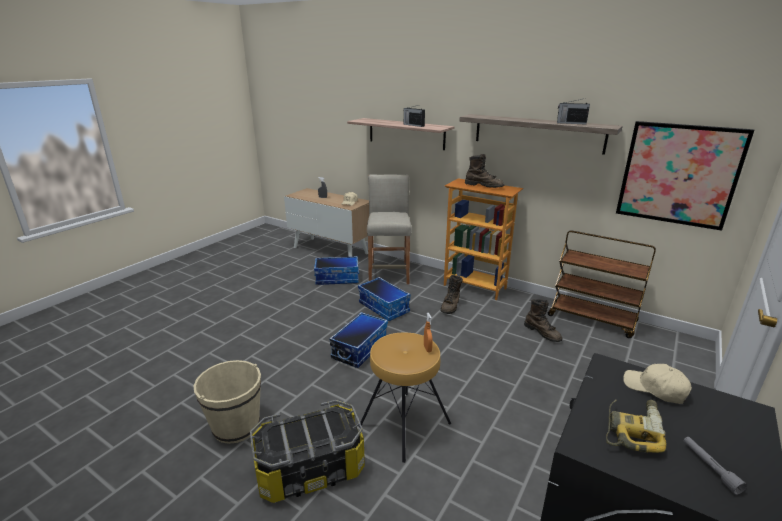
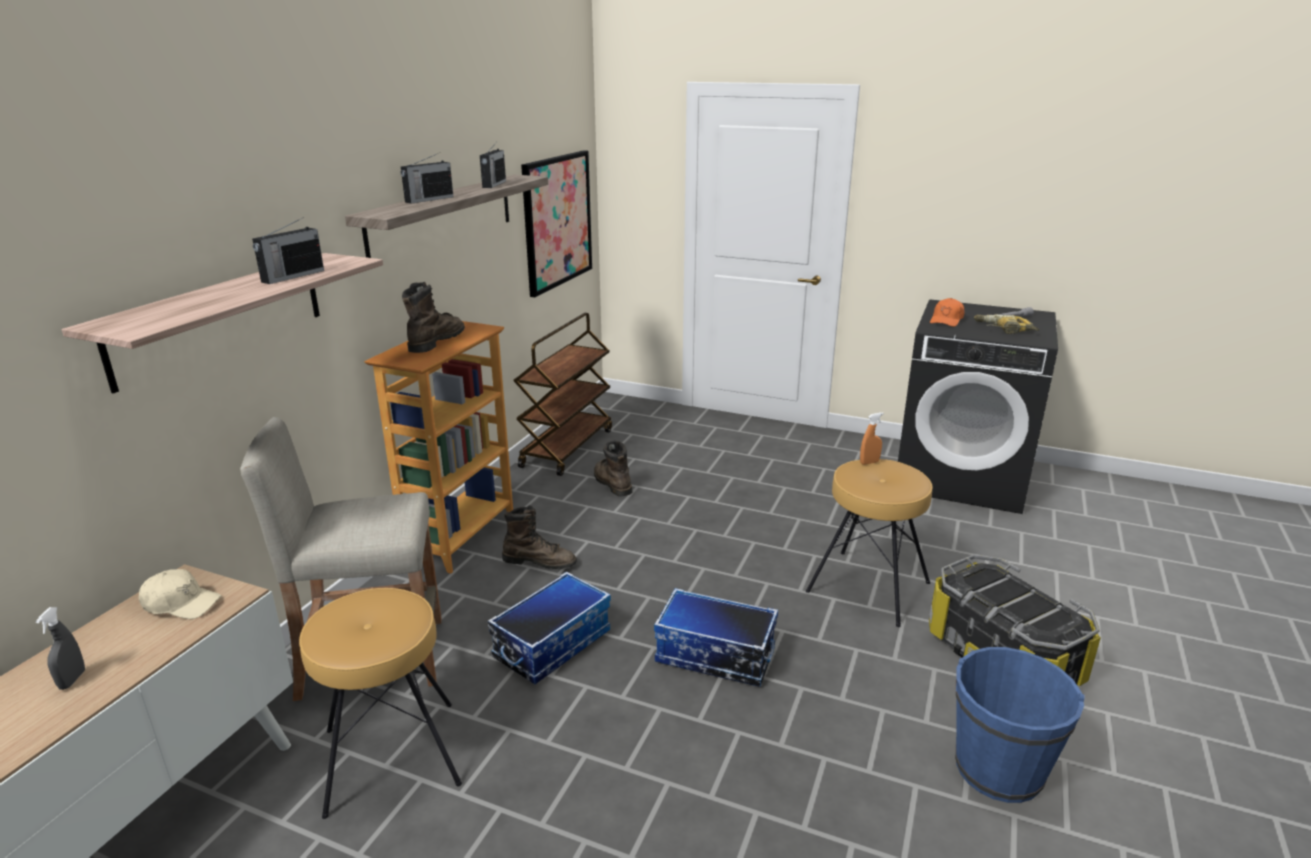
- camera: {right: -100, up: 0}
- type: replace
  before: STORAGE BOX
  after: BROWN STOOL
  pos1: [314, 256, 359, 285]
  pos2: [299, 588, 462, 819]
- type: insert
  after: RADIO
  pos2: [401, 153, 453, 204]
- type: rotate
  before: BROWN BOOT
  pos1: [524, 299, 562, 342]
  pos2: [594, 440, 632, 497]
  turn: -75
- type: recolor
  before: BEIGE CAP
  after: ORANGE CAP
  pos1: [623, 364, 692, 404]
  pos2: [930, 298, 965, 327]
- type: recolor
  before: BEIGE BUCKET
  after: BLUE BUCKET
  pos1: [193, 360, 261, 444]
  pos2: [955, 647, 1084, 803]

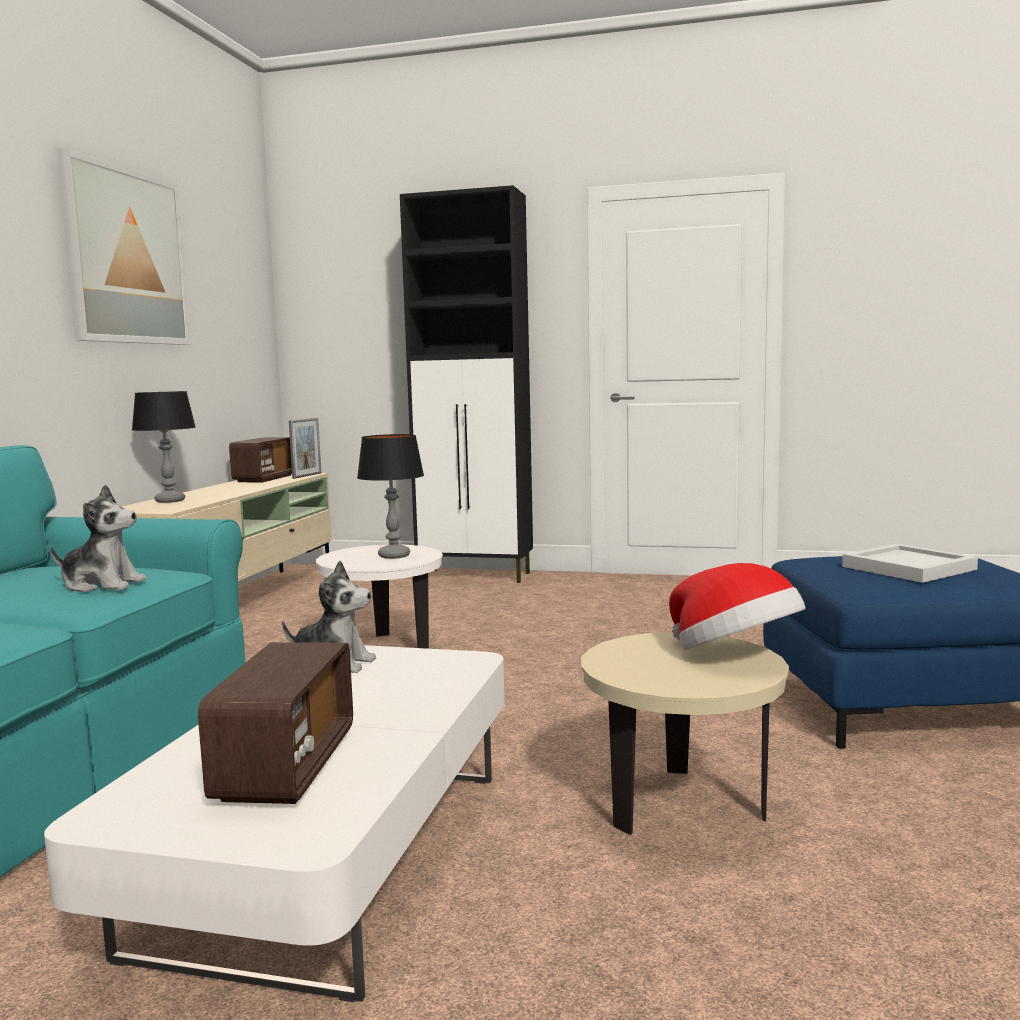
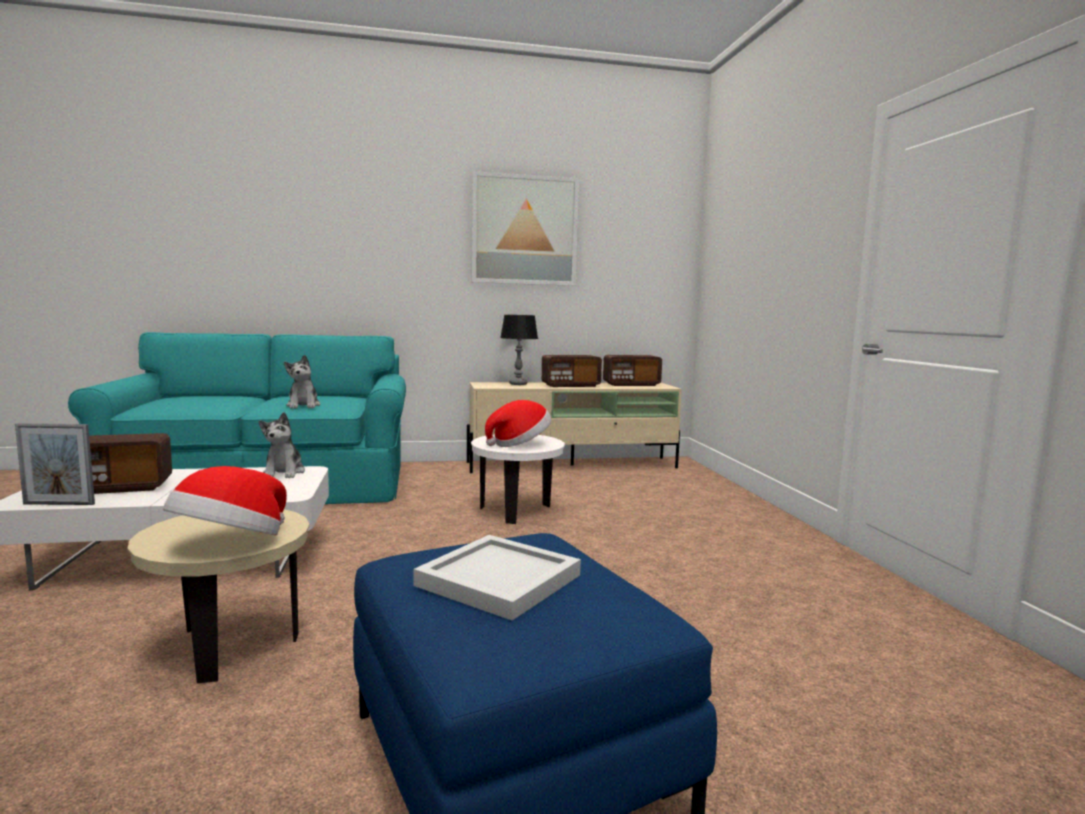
- camera: {right: 65, up: 0}
- type: move
  before: PICTURE FRAME
  pos1: [289, 418, 321, 479]
  pos2: [15, 423, 95, 505]
- type: replace
  before: TABLE LAMP
  after: HAT
  pos1: [357, 434, 424, 559]
  pos2: [485, 400, 551, 447]
- type: insert
  after: RADIO
  pos2: [541, 355, 602, 387]
- type: delete
  before: BLACK CABINET
  pos1: [400, 185, 533, 583]

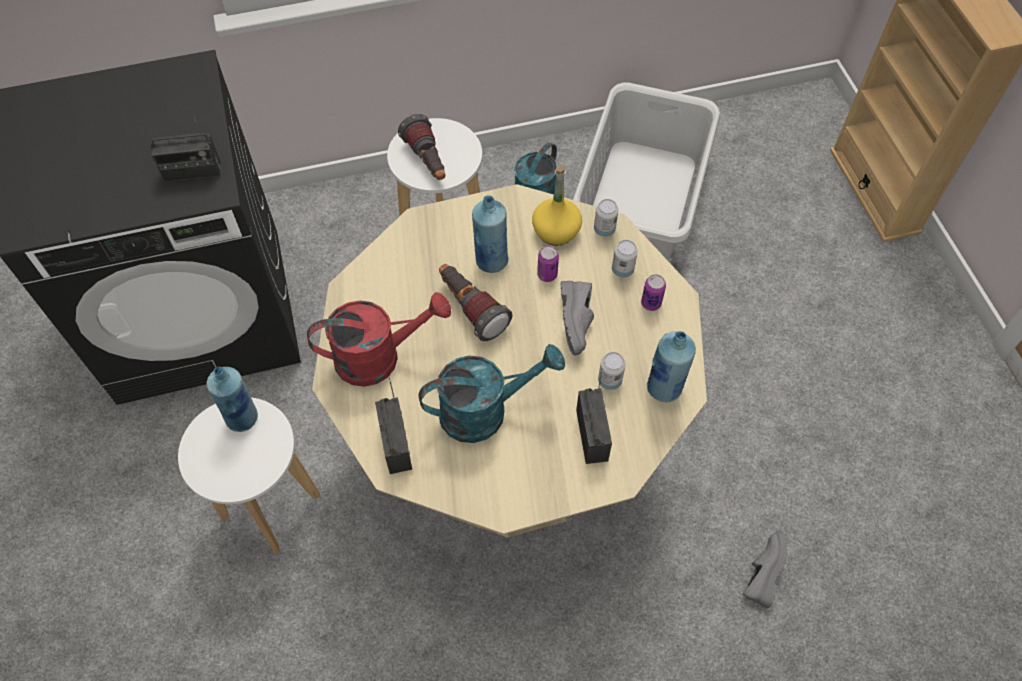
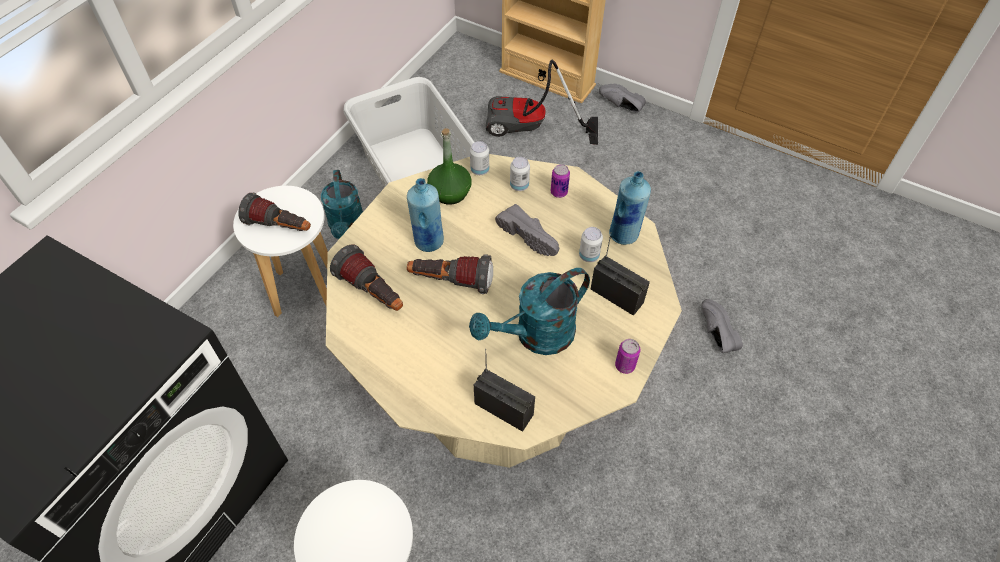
- camera: {right: -45, up: -5}
- type: insert
  after: FLASHLIGHT
  pos2: [330, 244, 403, 311]
- type: recolor
  before: YELLOW BOTTLE
  after: GREEN BOTTLE
  pos1: [532, 166, 582, 246]
  pos2: [427, 128, 472, 205]
- type: rotate
  before: TURQUOISE WATERING CAN
  pos1: [418, 344, 565, 443]
  pos2: [469, 268, 590, 355]
  turn: -150
- type: insert
  after: VACUUM CLEANER
  pos2: [486, 60, 598, 145]
- type: insert
  after: GREY SHOE
  pos2: [599, 84, 646, 113]
- type: move
  before: CAN
  pos1: [537, 246, 559, 282]
  pos2: [615, 339, 640, 374]
- type: delete
  before: RADIO
  pos1: [151, 115, 220, 182]
- type: delete
  before: BLUE BOTTLE
  pos1: [207, 367, 258, 432]
- type: delete
  before: RED WATERING CAN
  pos1: [307, 292, 451, 387]

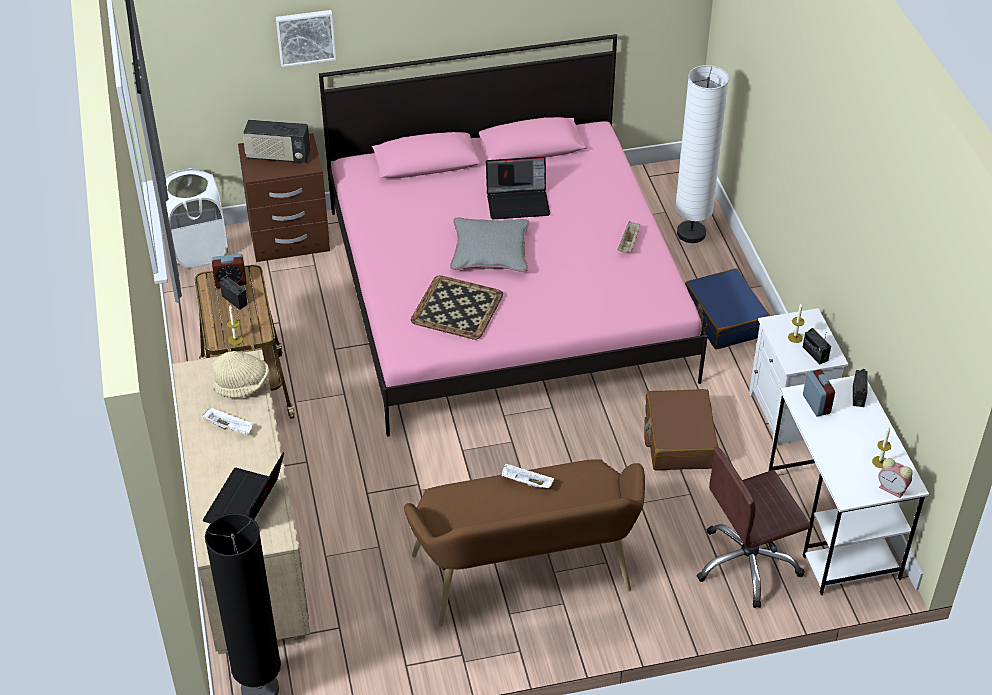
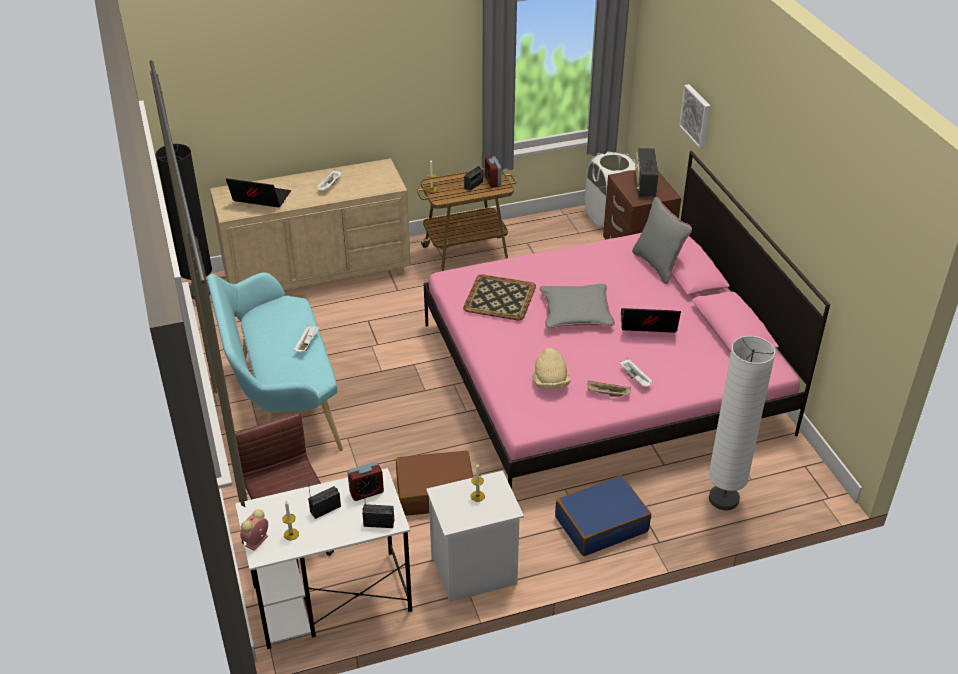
- camera: {right: 85, up: -5}
- type: recolor
  before: BROWN BENCH
  after: TURQUOISE BENCH
  pos1: [404, 459, 645, 627]
  pos2: [207, 272, 343, 451]
- type: move
  before: RADIO
  pos1: [803, 328, 831, 364]
  pos2: [308, 482, 341, 519]
- type: move
  before: BEIGE HAT
  pos1: [213, 351, 270, 398]
  pos2: [532, 348, 571, 389]
- type: insert
  after: WHITE TRAY
  pos2: [619, 359, 653, 387]
- type: rotate
  before: LAPTOP
  pos1: [486, 156, 550, 219]
  pos2: [621, 308, 681, 333]
  turn: 105
- type: insert
  after: GREY PILLOW
  pos2: [632, 197, 692, 284]

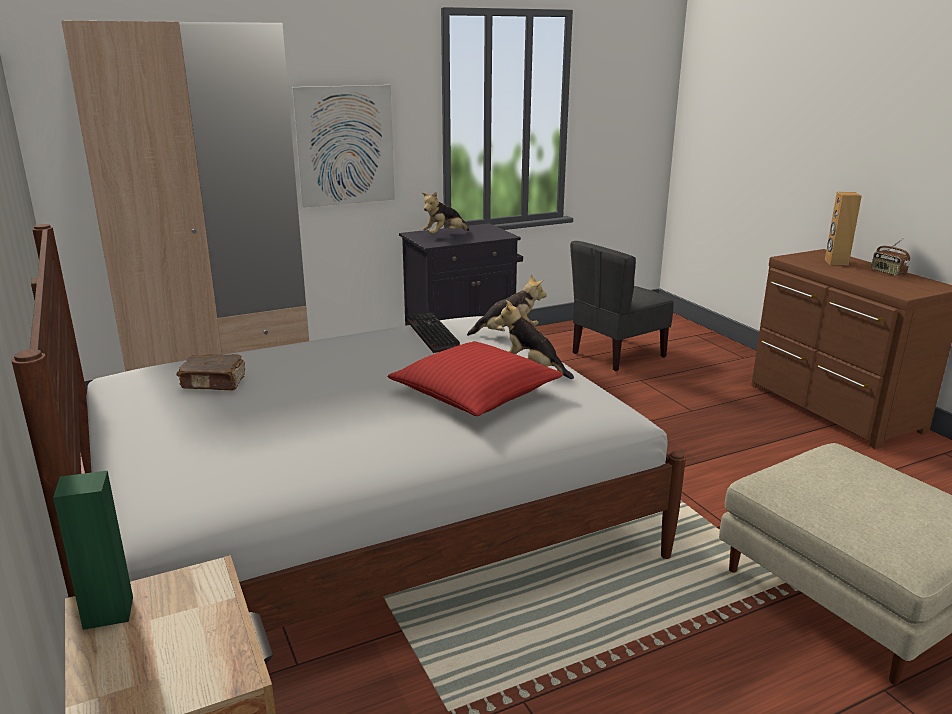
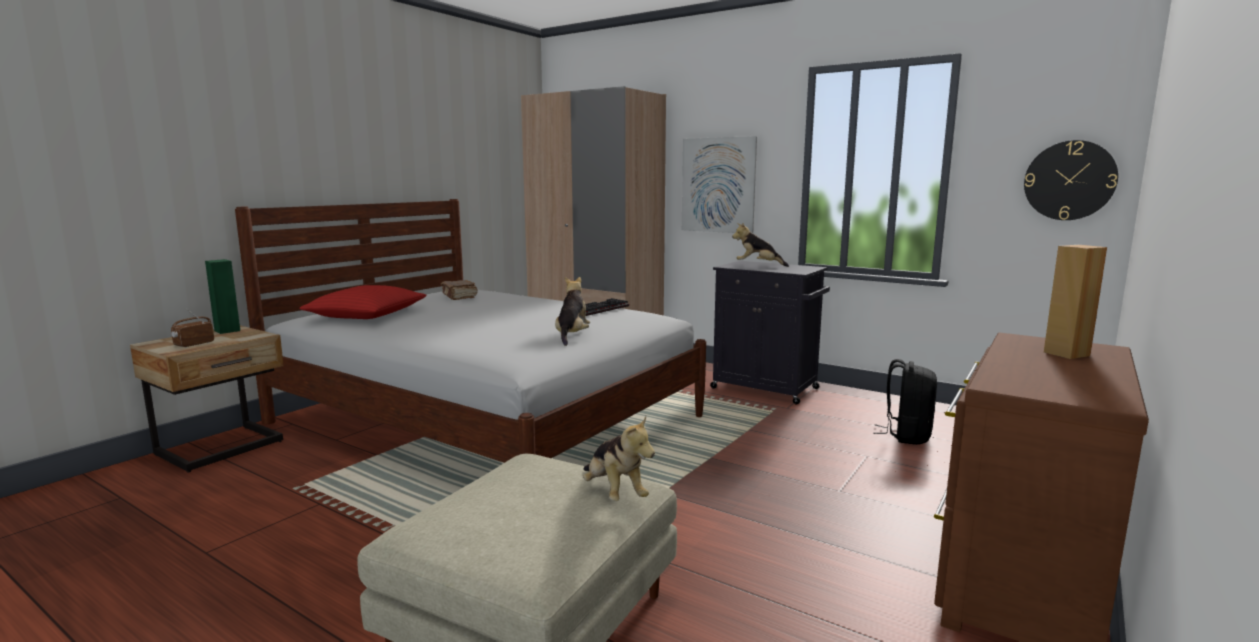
- camera: {right: 60, up: -10}
- type: move
  before: RADIO
  pos1: [871, 238, 910, 276]
  pos2: [171, 309, 214, 348]
- type: move
  before: RED PILLOW
  pos1: [388, 341, 563, 416]
  pos2: [300, 285, 427, 319]
- type: move
  before: PLUSH TOY
  pos1: [467, 275, 547, 336]
  pos2: [583, 416, 655, 501]
- type: replace
  before: GREY CHAIR
  after: BLACK BACKPACK
  pos1: [570, 241, 674, 371]
  pos2: [873, 359, 937, 445]
- type: insert
  after: WALL CLOCK
  pos2: [1024, 140, 1118, 220]

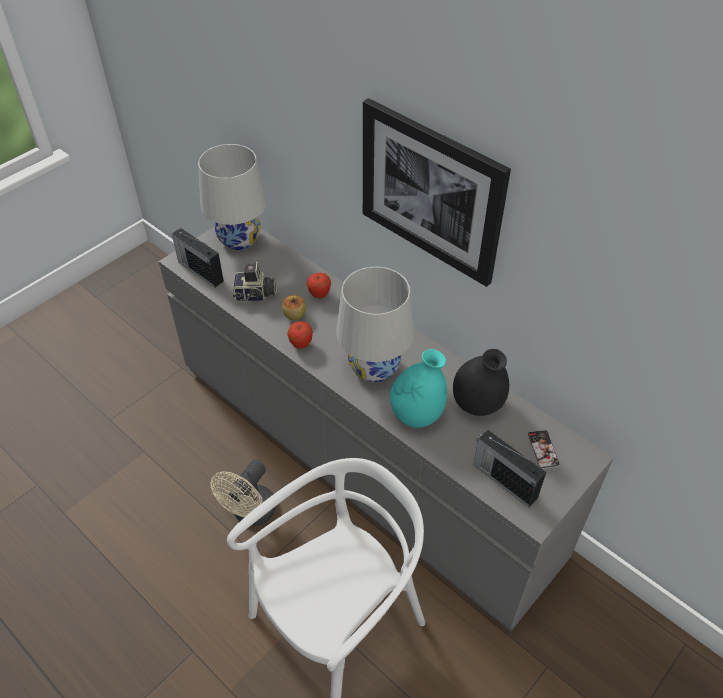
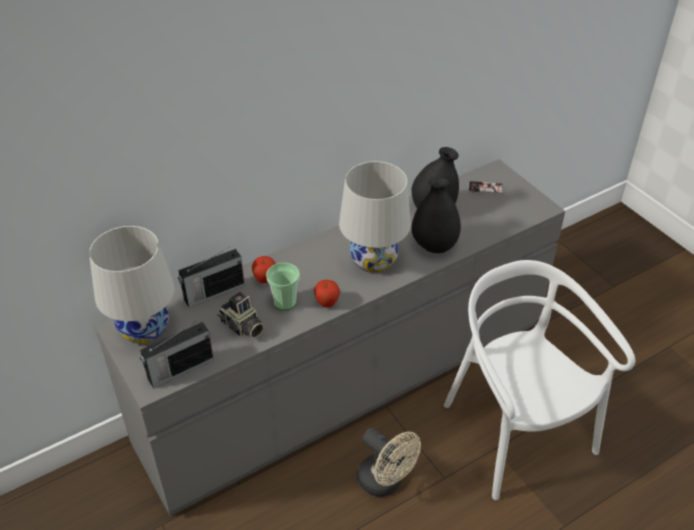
- camera: {right: -75, up: -5}
- type: move
  before: RADIO
  pos1: [473, 430, 546, 507]
  pos2: [178, 247, 245, 308]
- type: rotate
  before: PHOTO CAMERA
  pos1: [233, 262, 277, 301]
  pos2: [217, 292, 264, 339]
  turn: 120
- type: replace
  before: APPLE
  after: CUP
  pos1: [282, 295, 306, 320]
  pos2: [266, 263, 300, 311]
- type: recolor
  before: TURQUOISE VASE
  after: BLACK VASE
  pos1: [390, 349, 447, 428]
  pos2: [411, 177, 461, 253]
- type: delete
  before: PICTURE
  pos1: [363, 98, 511, 287]

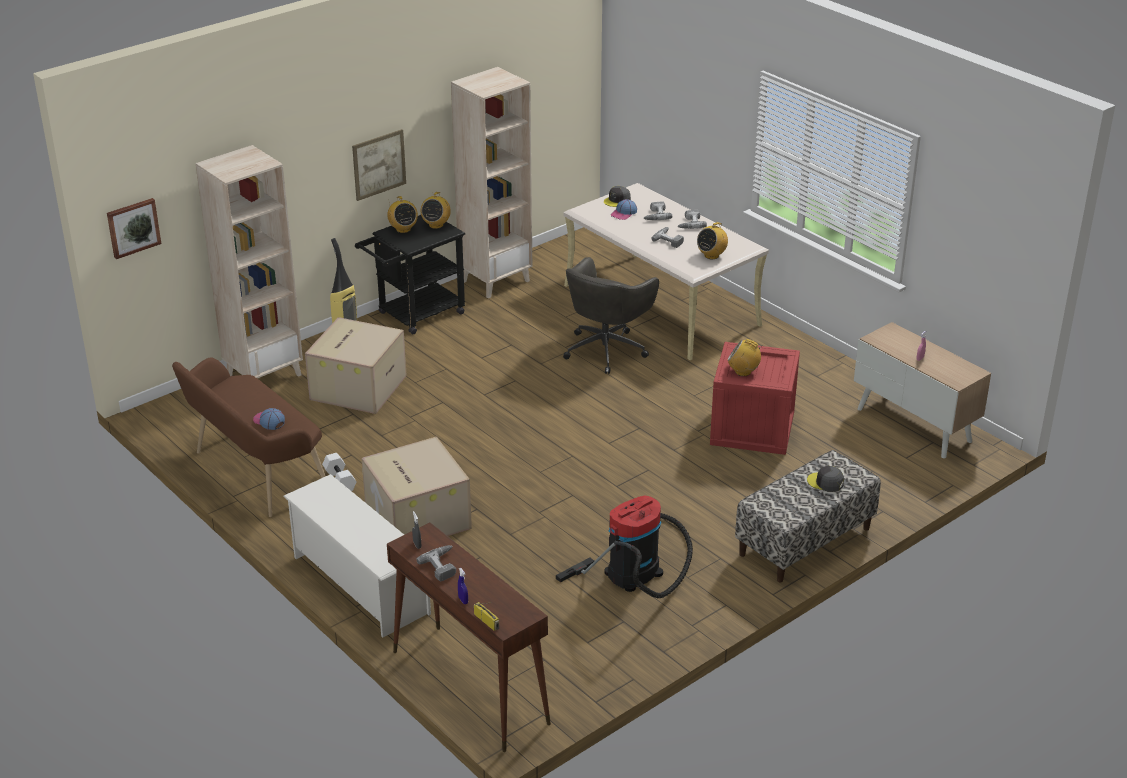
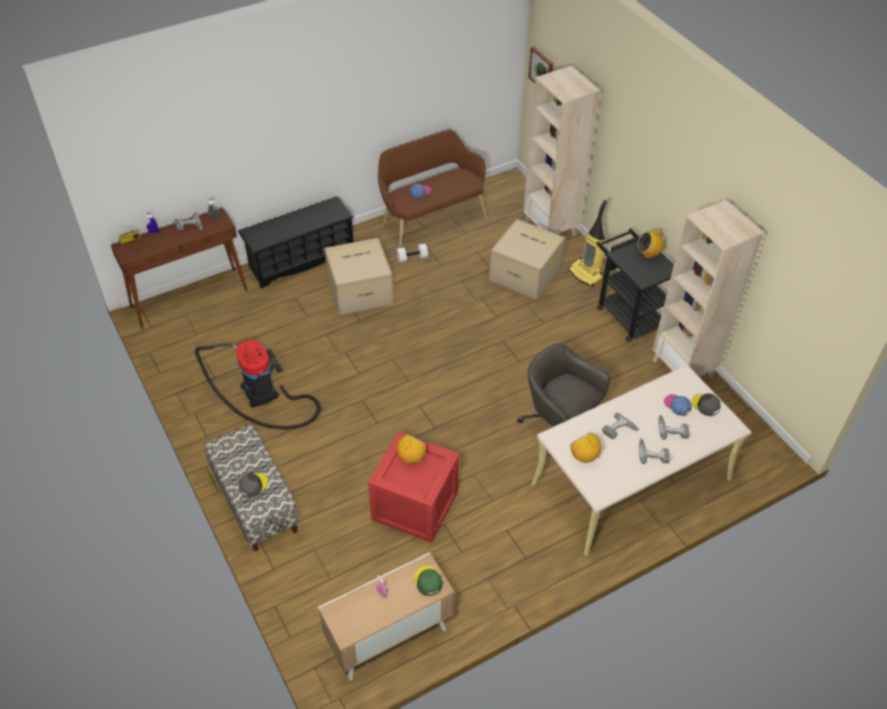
- camera: {right: 100, up: 15}
- type: recolor
  before: WHITE SHOE RACK
  after: BLACK SHOE RACK
  pos1: [283, 474, 431, 637]
  pos2: [238, 196, 354, 288]
- type: insert
  after: GREEN CAP
  pos2: [415, 566, 442, 596]
- type: delete
  before: PICTURE
  pos1: [352, 129, 406, 201]
- type: delete
  before: RADIO
  pos1: [421, 192, 451, 229]

